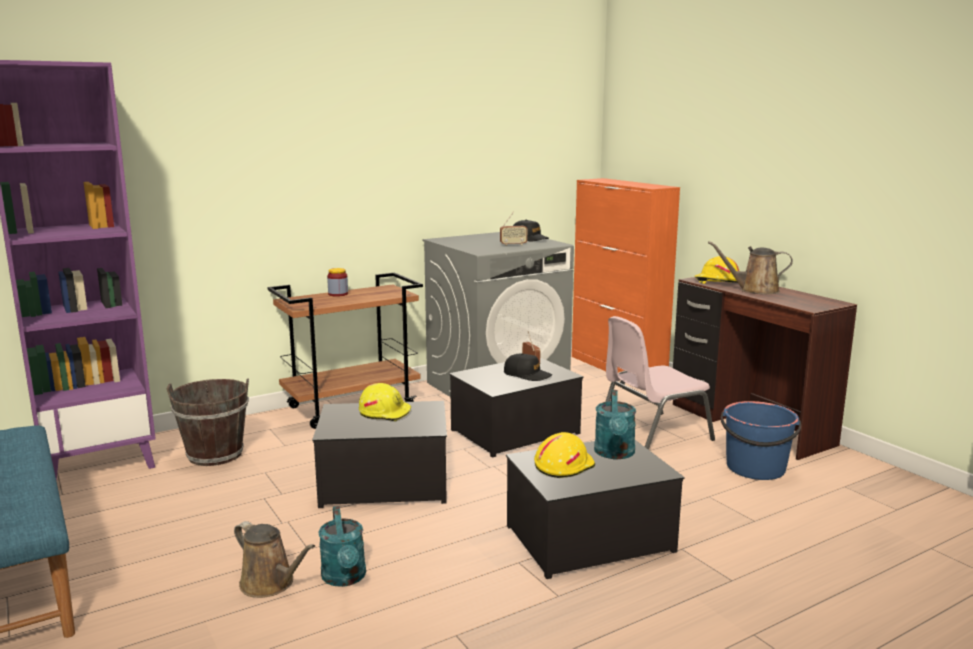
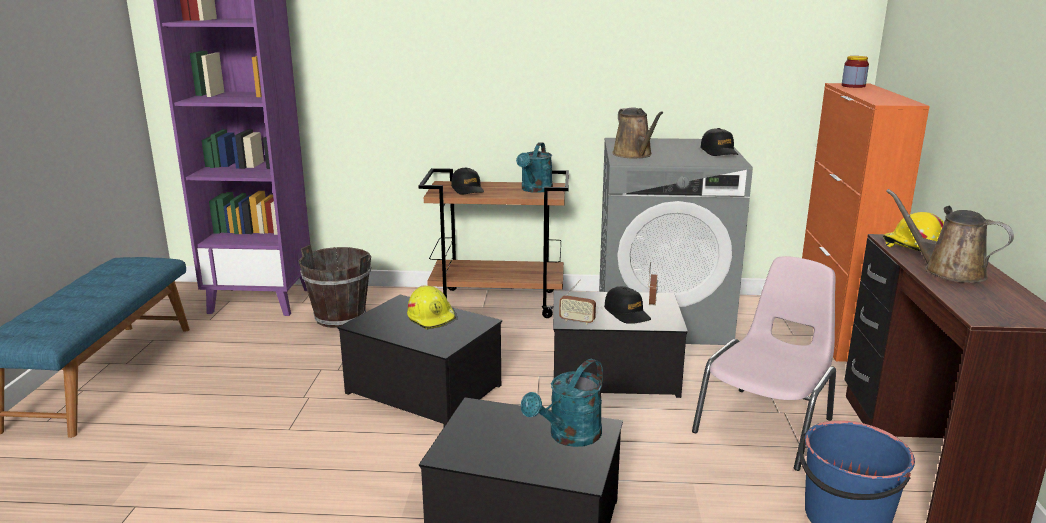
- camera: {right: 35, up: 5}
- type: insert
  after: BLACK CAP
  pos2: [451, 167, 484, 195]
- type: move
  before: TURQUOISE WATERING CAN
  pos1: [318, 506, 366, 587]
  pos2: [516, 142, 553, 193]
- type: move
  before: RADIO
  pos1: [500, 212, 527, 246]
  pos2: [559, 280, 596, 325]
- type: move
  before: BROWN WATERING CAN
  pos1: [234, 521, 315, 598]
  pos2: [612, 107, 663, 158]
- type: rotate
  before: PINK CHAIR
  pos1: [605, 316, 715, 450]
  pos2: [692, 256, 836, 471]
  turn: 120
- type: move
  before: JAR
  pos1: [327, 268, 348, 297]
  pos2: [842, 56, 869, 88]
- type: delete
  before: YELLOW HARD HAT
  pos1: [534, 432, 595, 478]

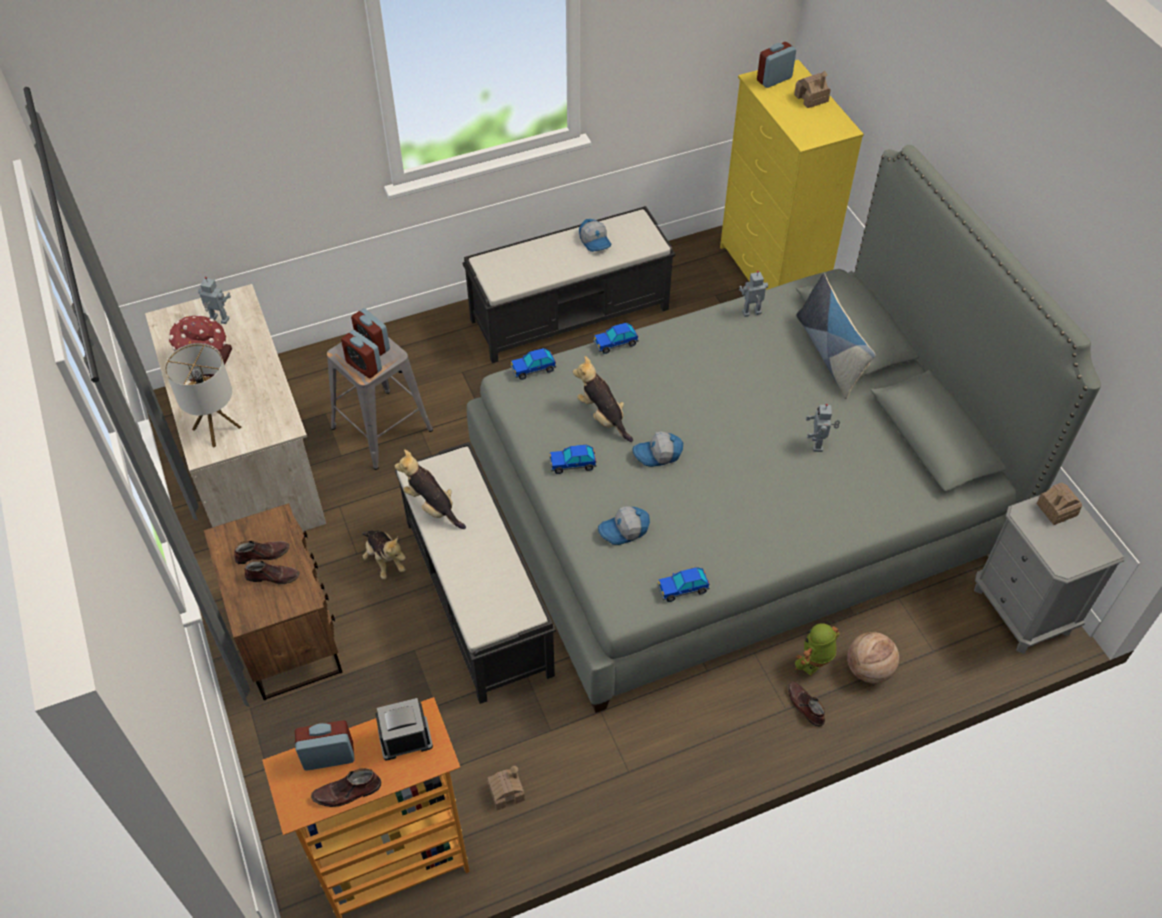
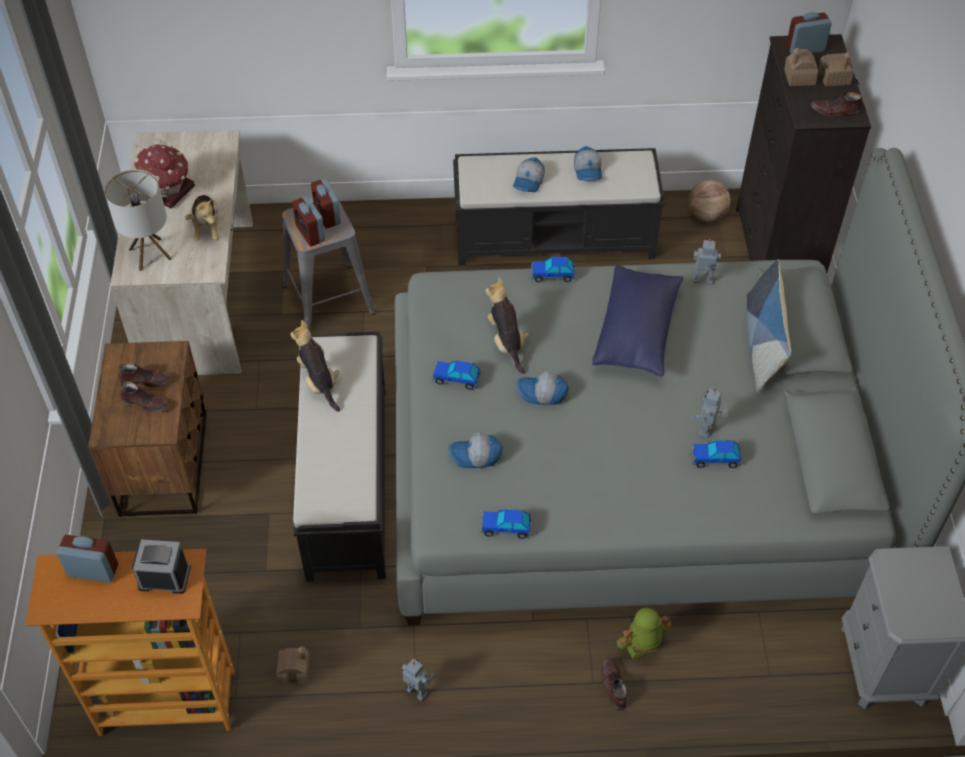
- camera: {right: 20, up: 0}
- type: move
  before: PLUSH TOY
  pos1: [362, 530, 406, 579]
  pos2: [185, 195, 219, 242]
- type: move
  before: TOY ROBOT
  pos1: [198, 277, 231, 324]
  pos2: [402, 659, 435, 701]
- type: insert
  after: CAP
  pos2: [513, 157, 545, 192]
- type: insert
  after: BLUE PILLOW
  pos2: [592, 265, 683, 376]
- type: move
  before: BASKETBALL
  pos1: [847, 632, 899, 683]
  pos2: [688, 180, 730, 222]
- type: move
  before: TOY CAR
  pos1: [510, 348, 556, 380]
  pos2: [691, 441, 741, 468]
- type: recolor
  before: YELLOW DRESSER
  after: BLACK DRESSER
  pos1: [720, 60, 864, 290]
  pos2: [736, 34, 871, 273]
- type: move
  before: TOY HOUSE
  pos1: [1036, 482, 1082, 525]
  pos2: [784, 47, 818, 86]
- type: move
  before: BROWN SHOE
  pos1: [311, 768, 381, 807]
  pos2: [811, 92, 862, 117]

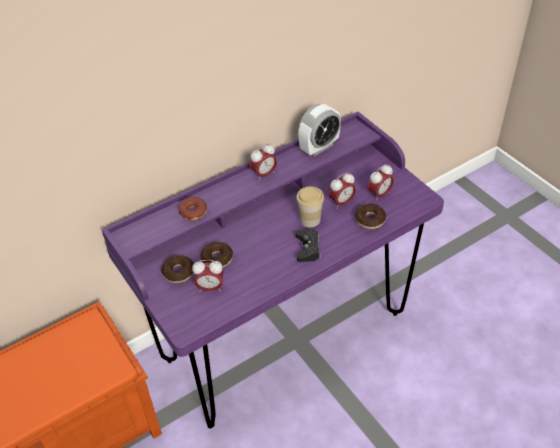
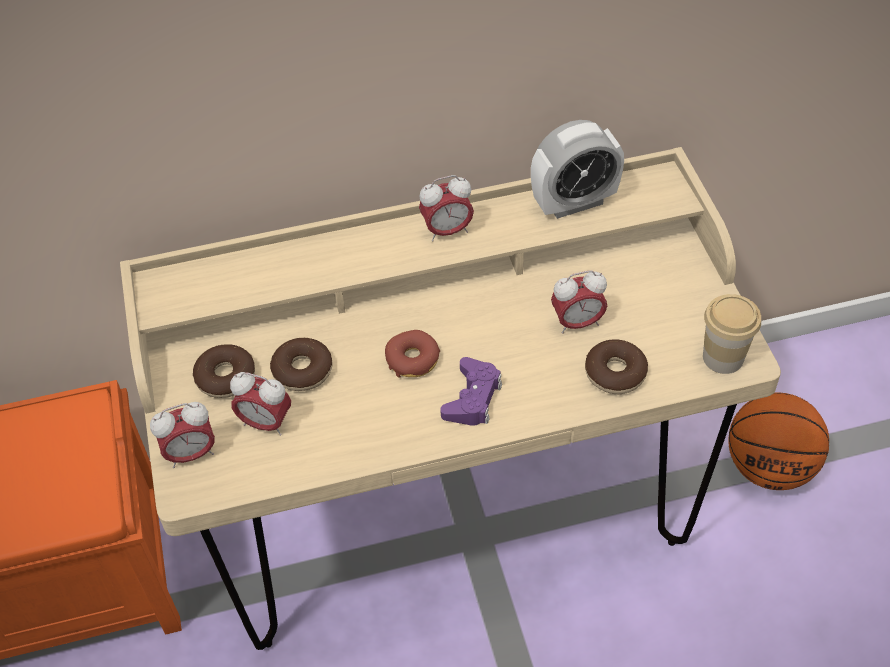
- camera: {right: 20, up: 5}
- type: recolor
  before: PURPLE DESK
  after: BEIGE DESK
  pos1: [101, 112, 444, 429]
  pos2: [120, 147, 781, 650]
- type: move
  before: ALARM CLOCK
  pos1: [367, 164, 394, 202]
  pos2: [150, 402, 215, 468]
- type: move
  before: DONUT
  pos1: [179, 197, 207, 221]
  pos2: [385, 330, 440, 377]
- type: recolor
  before: BLACK GAME CONTROLLER
  after: PURPLE GAME CONTROLLER
  pos1: [296, 229, 321, 262]
  pos2: [440, 357, 502, 426]
- type: move
  before: CUP
  pos1: [296, 186, 324, 227]
  pos2: [703, 294, 761, 374]
- type: insert
  after: BASKETBALL
  pos2: [728, 392, 829, 490]

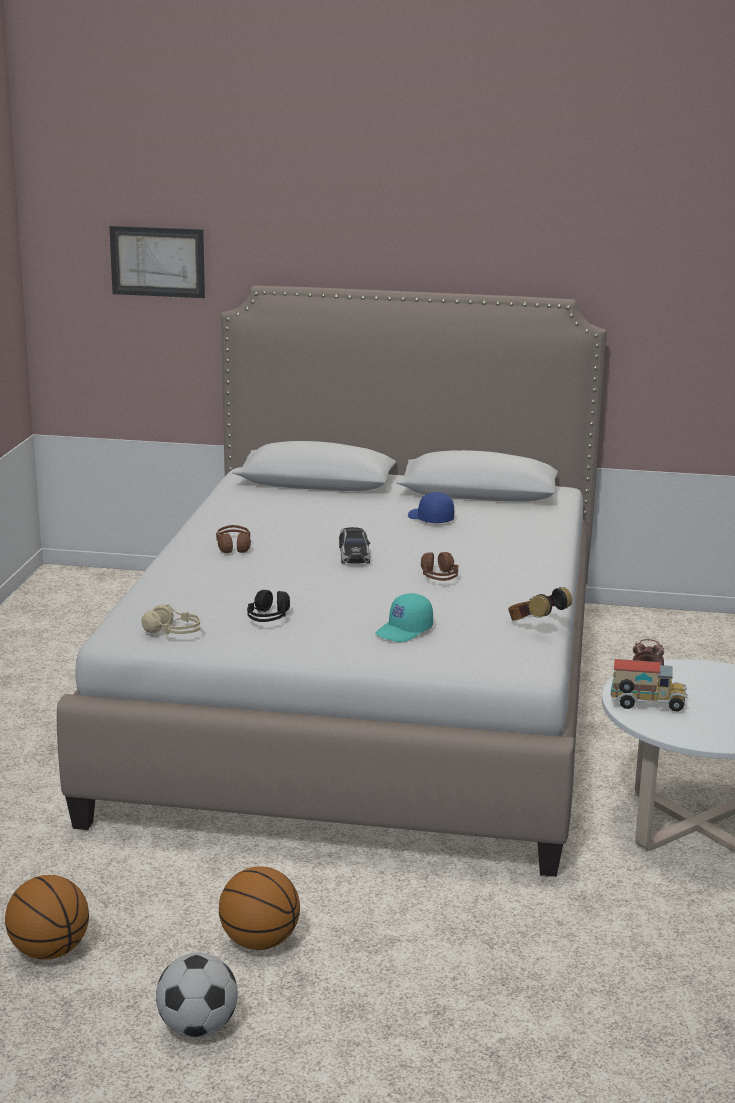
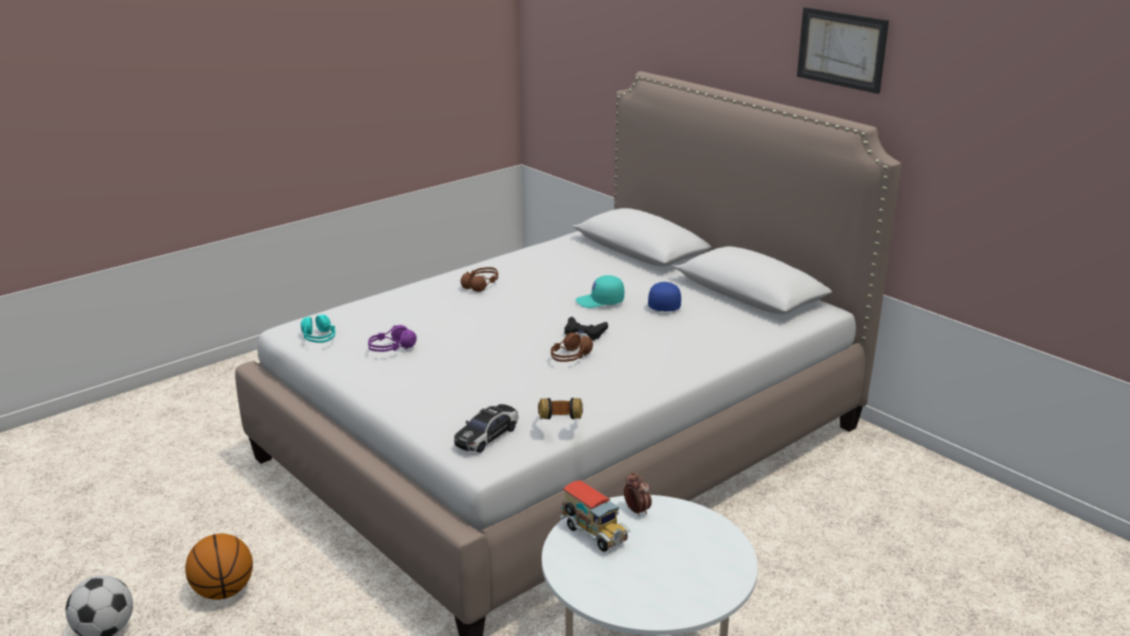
- camera: {right: 40, up: 5}
- type: recolor
  before: BEIGE HEADPHONES
  after: TURQUOISE HEADPHONES
  pos1: [141, 604, 200, 635]
  pos2: [301, 315, 335, 343]
- type: recolor
  before: BLACK HEADPHONES
  after: PURPLE HEADPHONES
  pos1: [247, 590, 290, 622]
  pos2: [368, 325, 417, 352]
- type: move
  before: TOY CAR
  pos1: [339, 527, 370, 564]
  pos2: [454, 404, 518, 453]
- type: insert
  after: BLACK GAME CONTROLLER
  pos2: [564, 316, 608, 340]
- type: move
  before: TURQUOISE CAP
  pos1: [375, 593, 433, 642]
  pos2: [576, 275, 625, 308]
- type: move
  before: PICTURE
  pos1: [109, 226, 205, 298]
  pos2: [797, 7, 889, 94]
- type: delete
  before: BASKETBALL
  pos1: [5, 875, 89, 960]

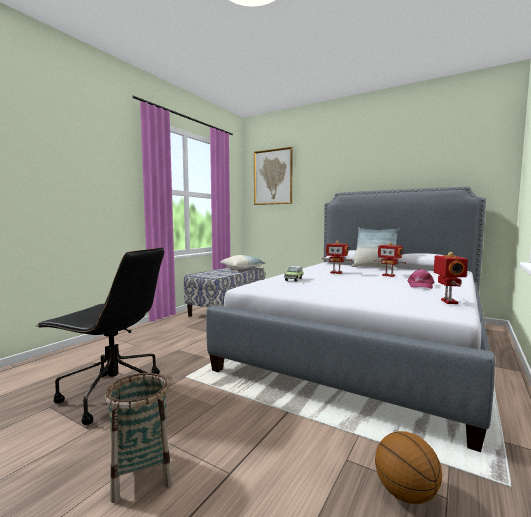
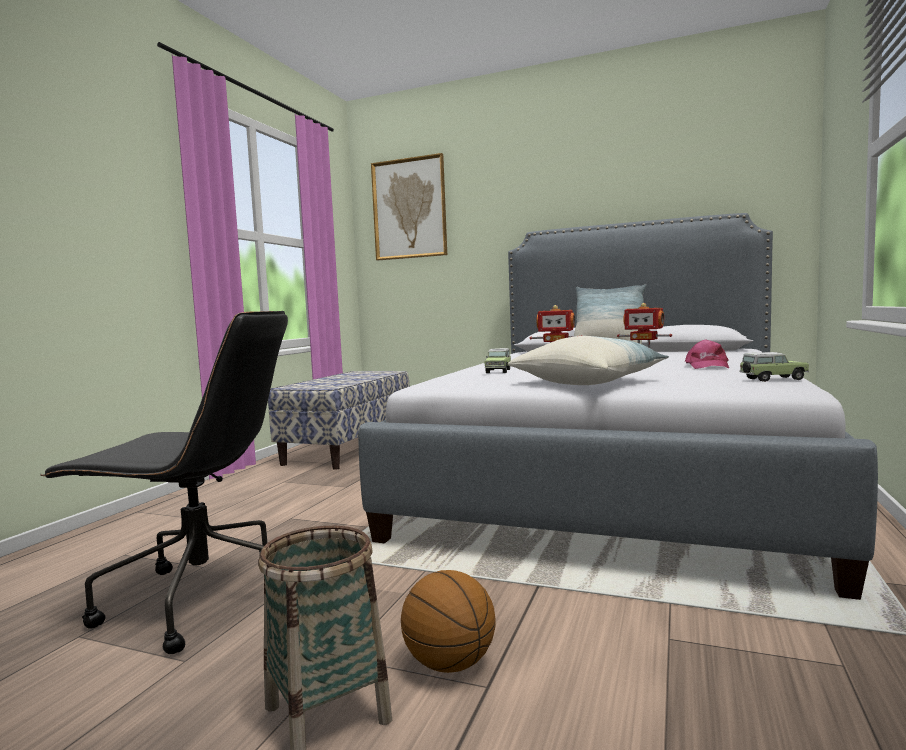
- camera: {right: -10, up: 0}
- type: move
  before: BASKETBALL
  pos1: [375, 431, 442, 504]
  pos2: [401, 570, 496, 673]
- type: move
  before: PILLOW
  pos1: [220, 255, 265, 270]
  pos2: [508, 336, 669, 385]
- type: replace
  before: TOY ROBOT
  after: TOY CAR
  pos1: [434, 252, 468, 304]
  pos2: [740, 352, 809, 382]

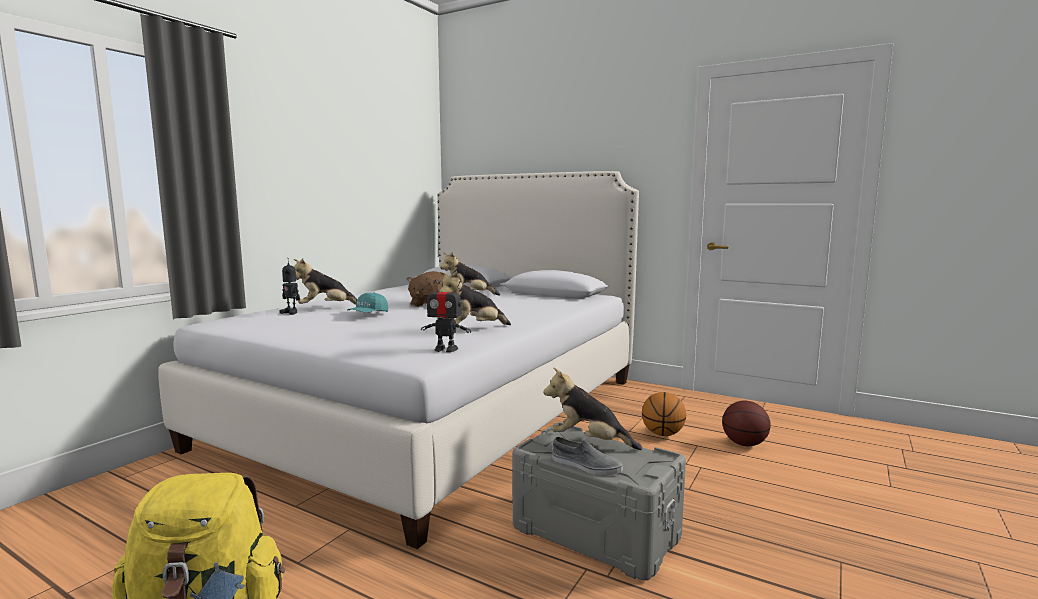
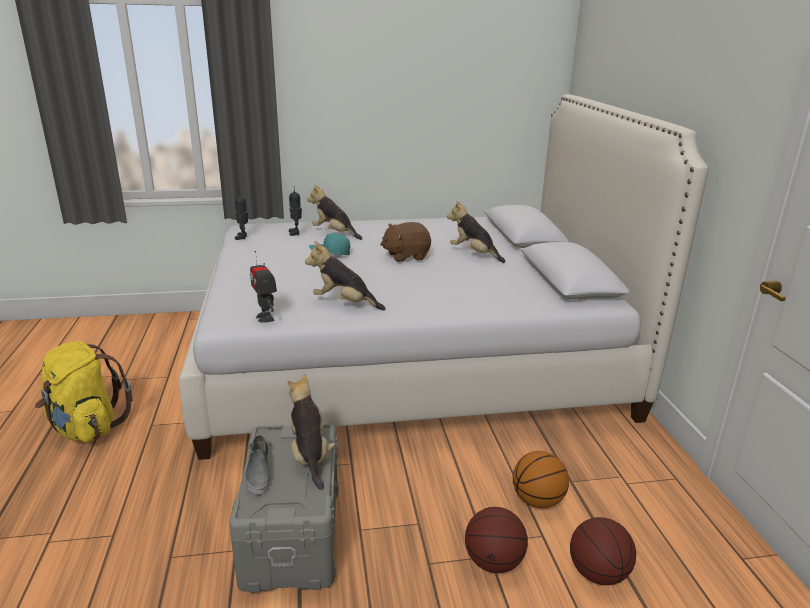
- camera: {right: 50, up: 15}
- type: insert
  after: TOY ROBOT
  pos2: [235, 190, 248, 240]
- type: insert
  after: BASKETBALL
  pos2: [465, 507, 528, 573]

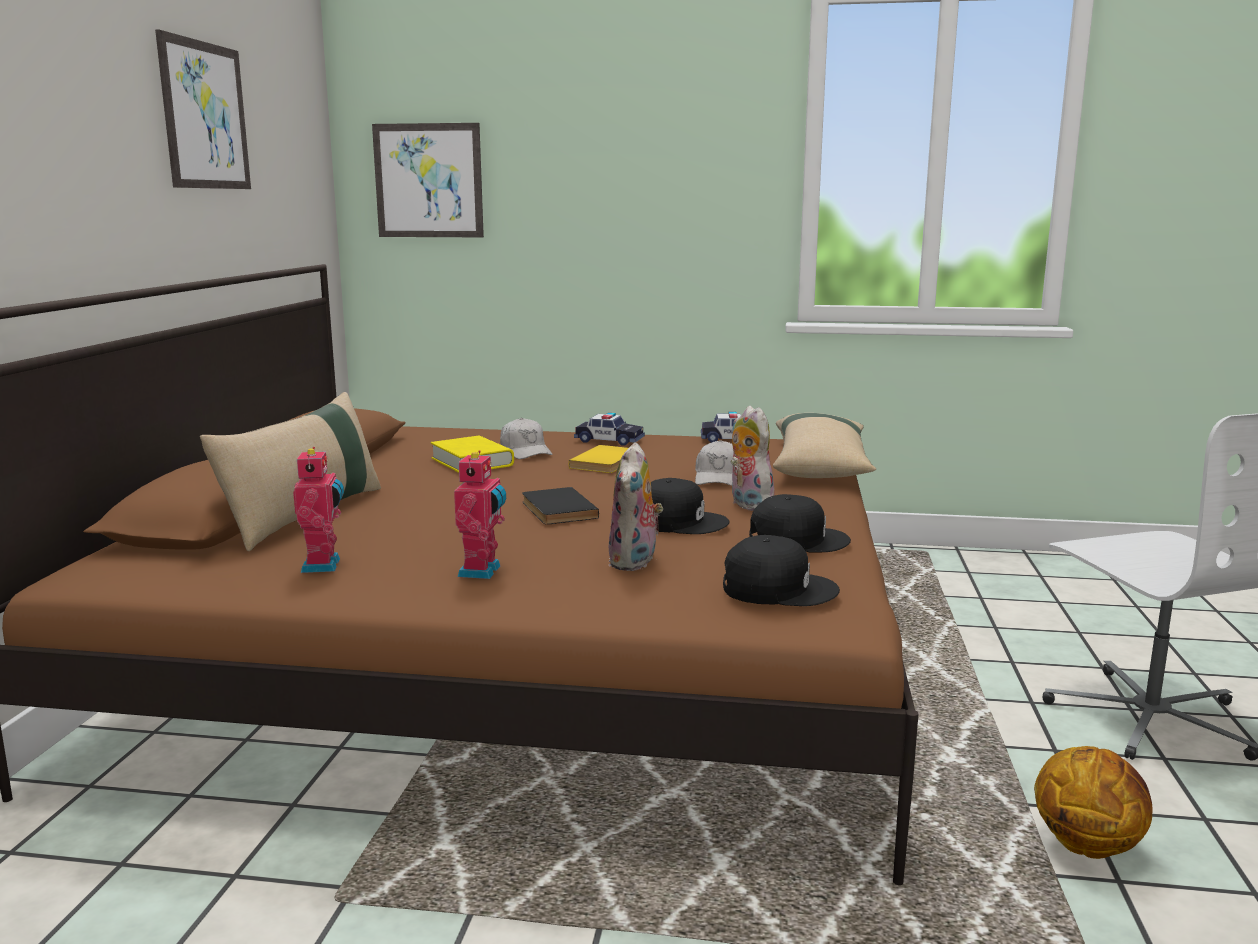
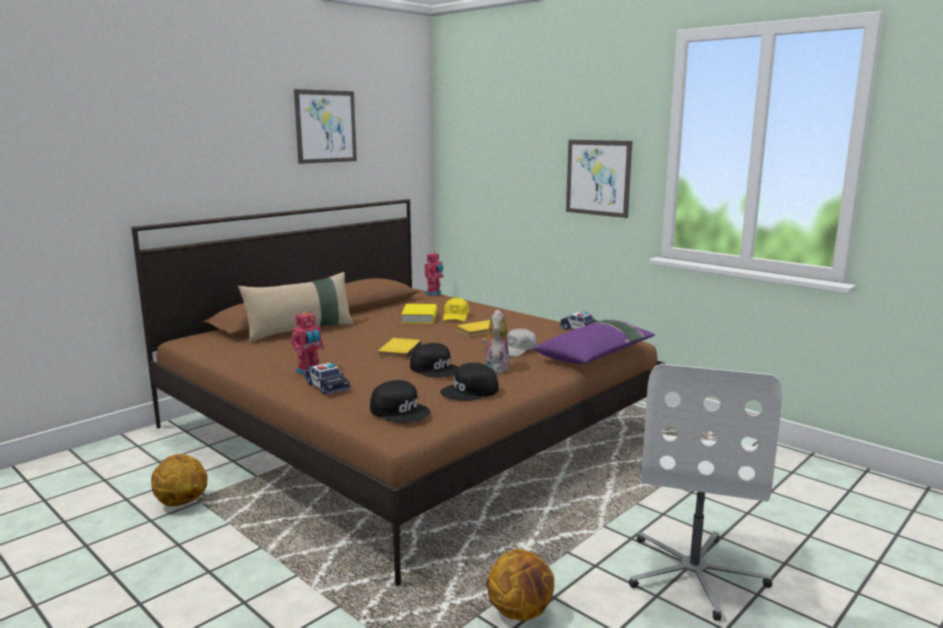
- camera: {right: 35, up: 0}
- type: insert
  after: BASKETBALL
  pos2: [151, 454, 208, 506]
- type: move
  before: TOY CAR
  pos1: [574, 413, 645, 446]
  pos2: [305, 363, 351, 395]
- type: recolor
  before: BLACK BOOK
  after: YELLOW BOOK
  pos1: [522, 487, 599, 524]
  pos2: [378, 338, 421, 359]
- type: move
  before: TOY ROBOT
  pos1: [293, 447, 344, 573]
  pos2: [425, 252, 444, 295]
- type: rotate
  before: BLACK CAP
  pos1: [749, 494, 851, 552]
  pos2: [440, 363, 499, 401]
  turn: 120
- type: recolor
  before: WHITE CAP
  after: YELLOW CAP
  pos1: [500, 418, 553, 459]
  pos2: [443, 297, 469, 321]
- type: recolor
  before: BEIGE PILLOW
  after: PURPLE PILLOW
  pos1: [773, 413, 876, 478]
  pos2: [534, 319, 655, 364]
- type: move
  before: PICTURE
  pos1: [372, 123, 484, 237]
  pos2: [566, 140, 632, 218]
- type: delete
  before: PLUSH TOY
  pos1: [609, 442, 663, 571]

